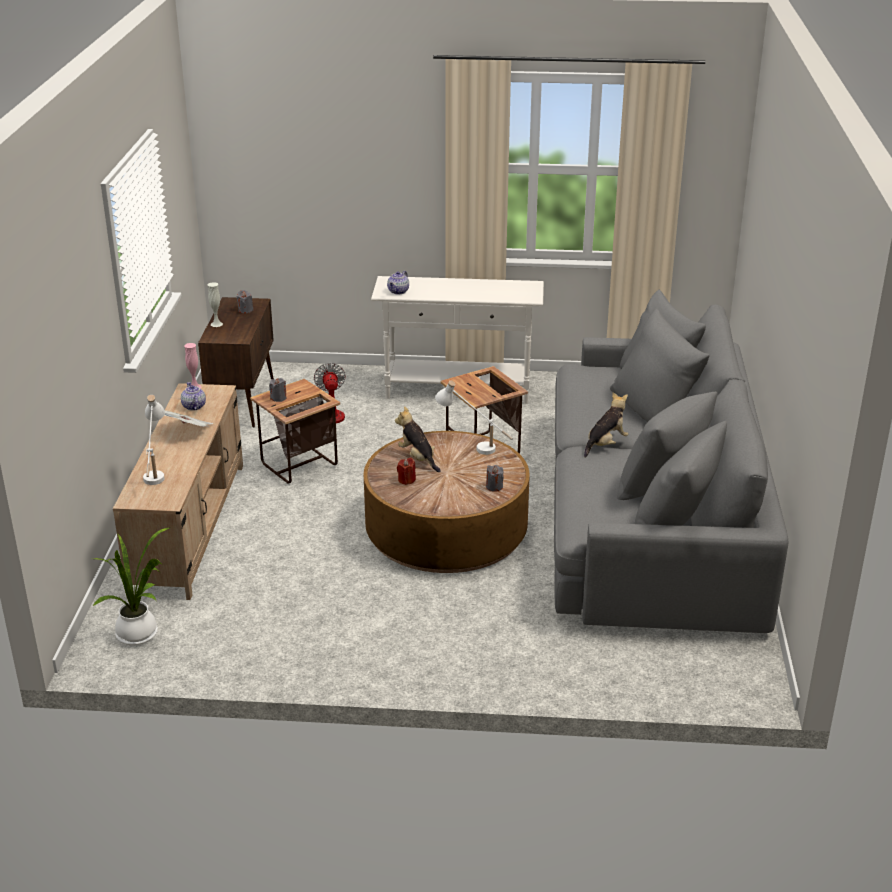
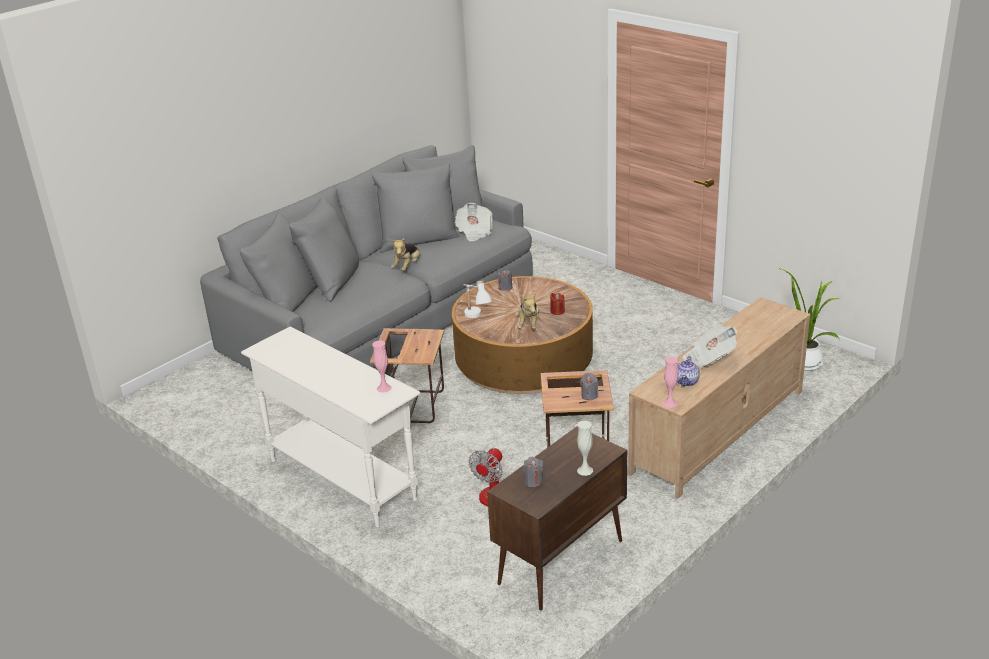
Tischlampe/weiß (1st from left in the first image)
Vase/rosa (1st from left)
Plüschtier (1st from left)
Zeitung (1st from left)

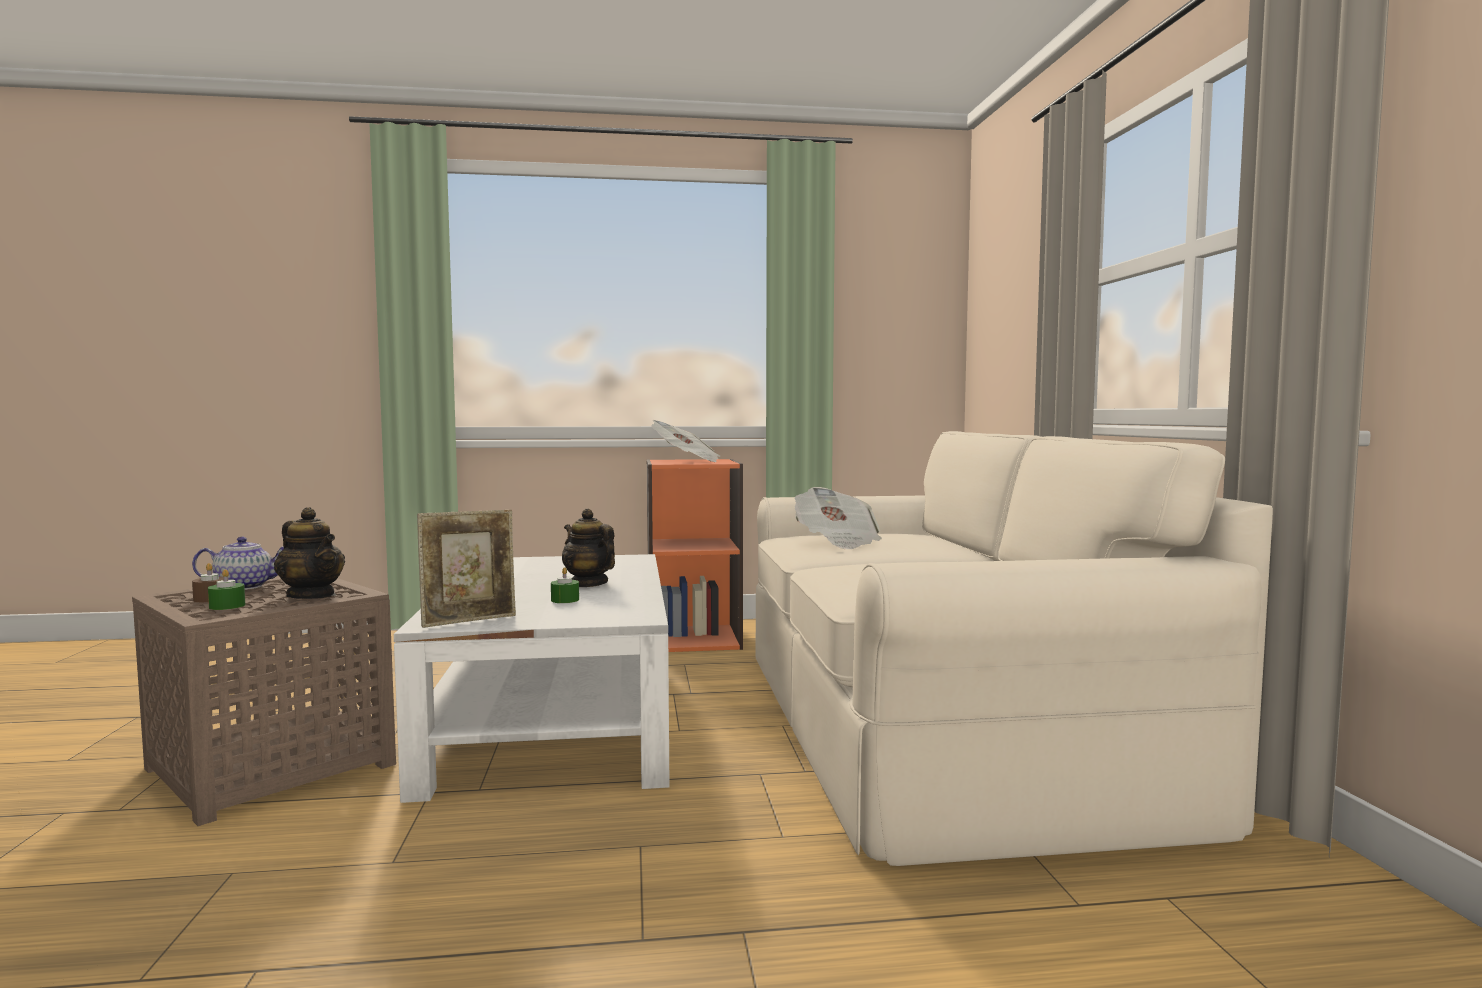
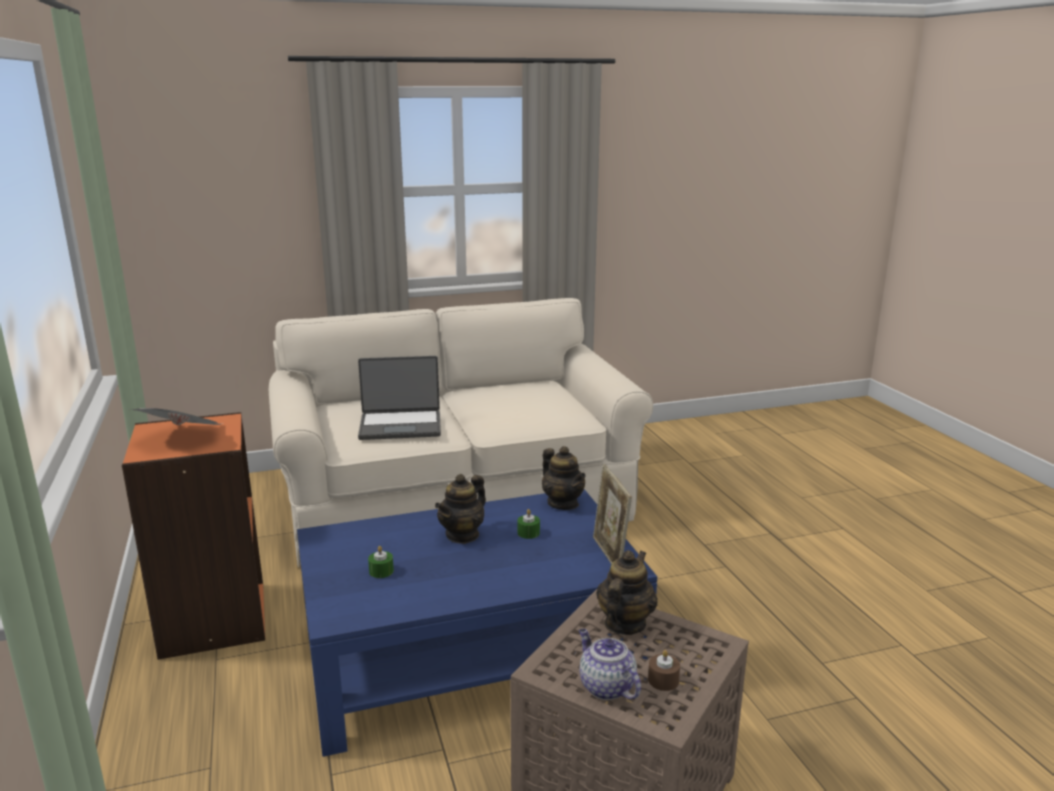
Kerze/grün (1st from left)
Couchtisch/blau
Bilderrahmen
Laptop
Teekanne (2nd from left)

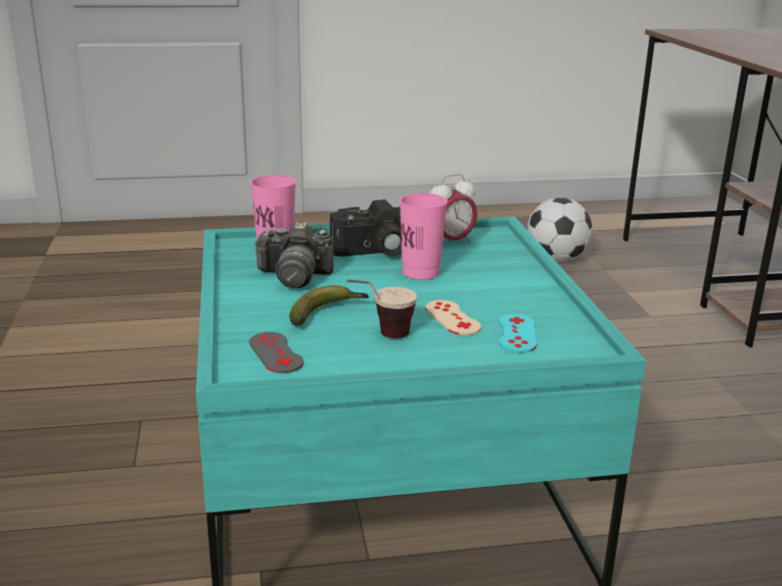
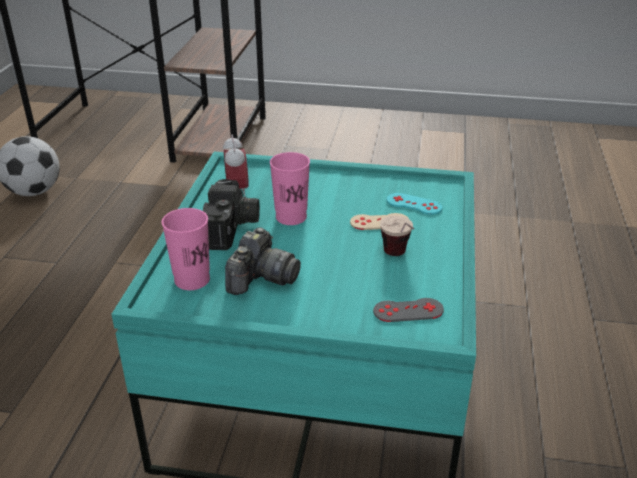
Banane

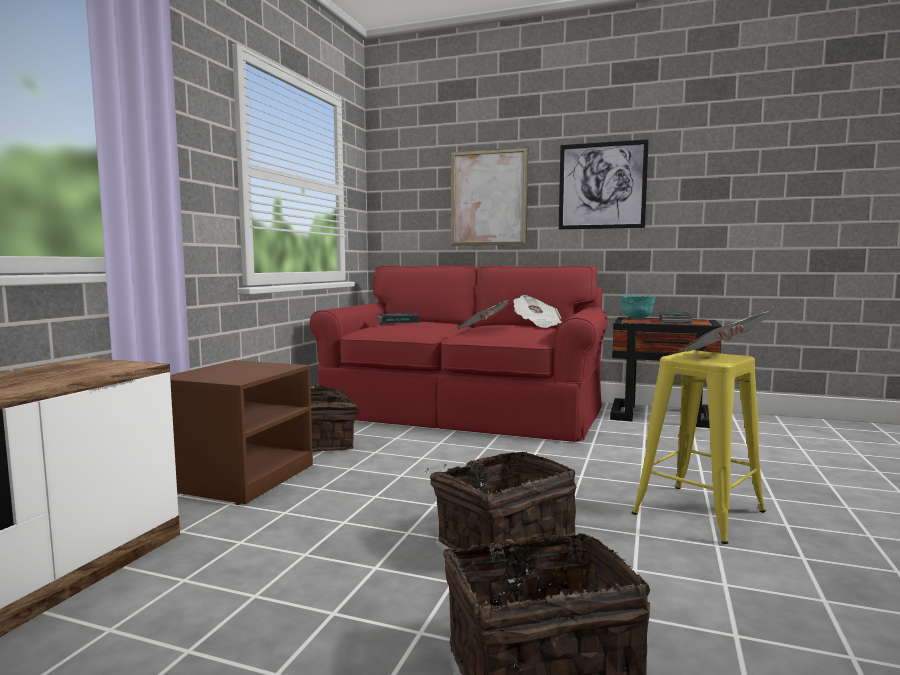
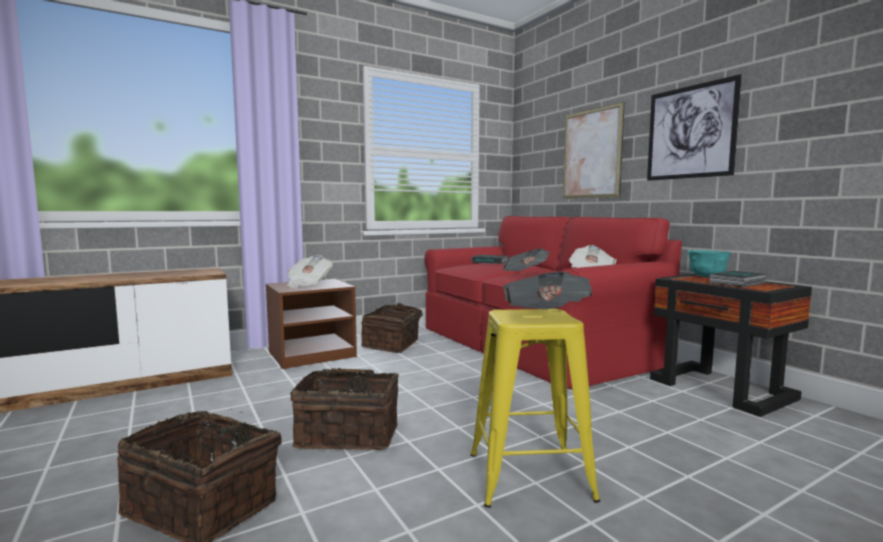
Zeitung (1st from left)

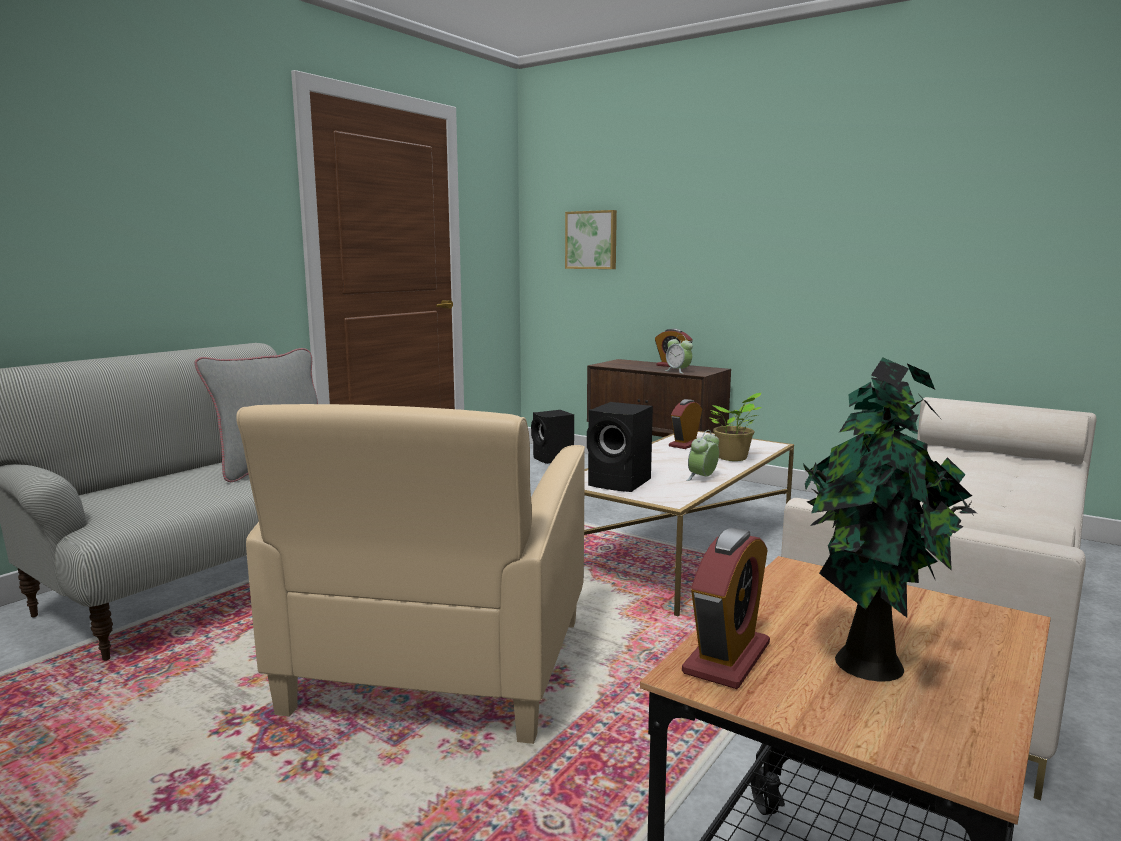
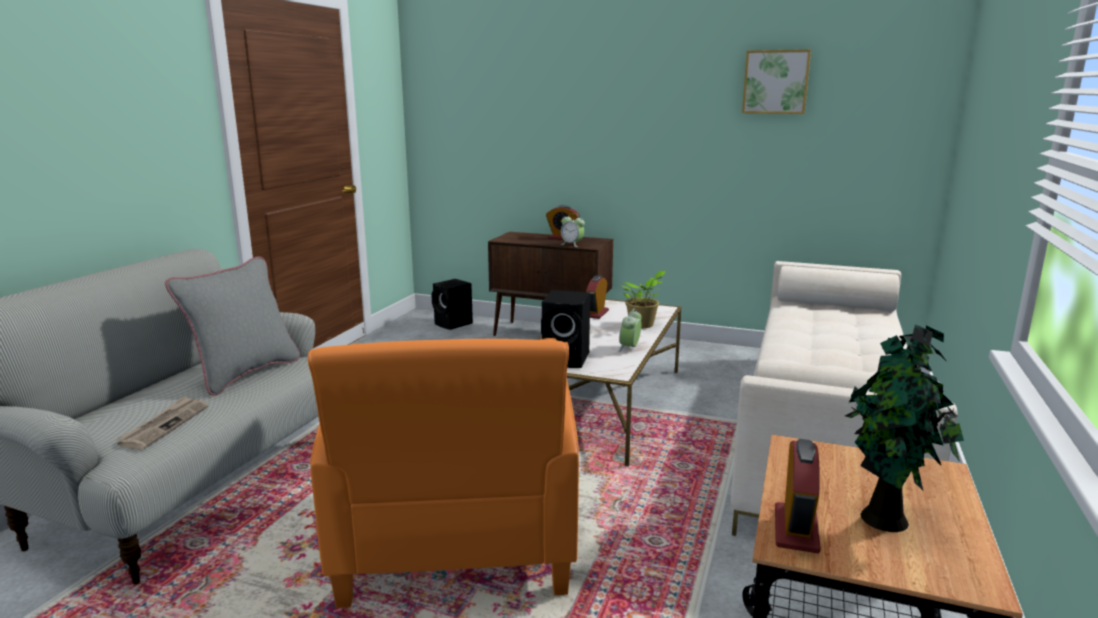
Sessel/orange
Bild
Zeitung

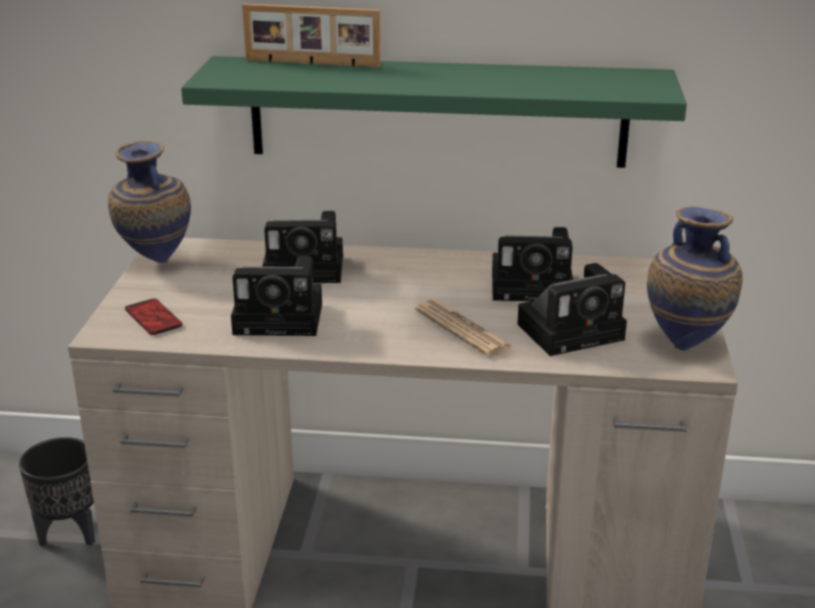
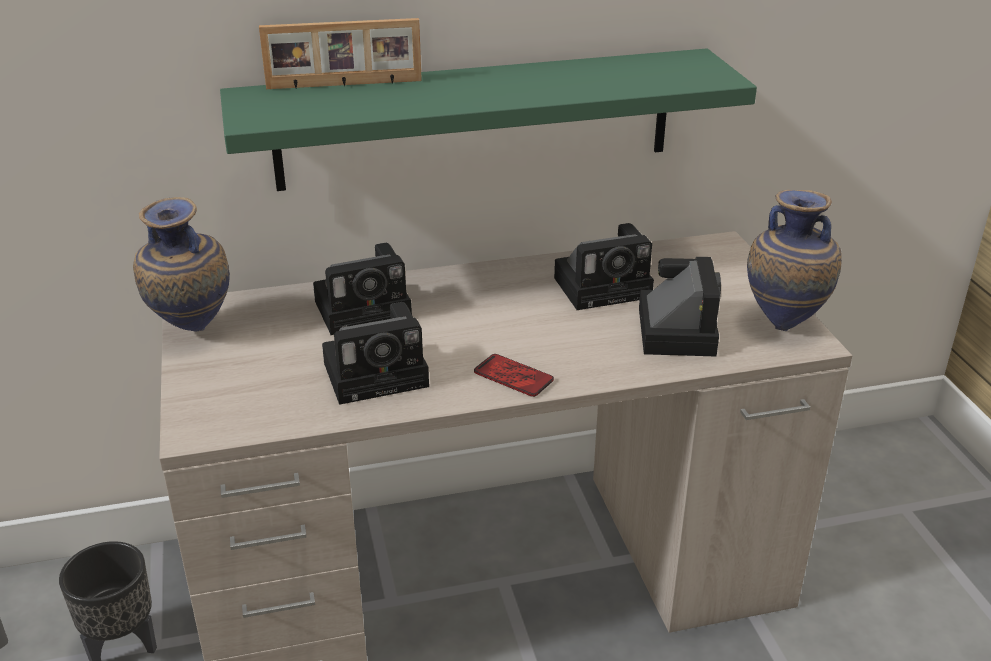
Handy
Zeitung
Kamera (4th from left)

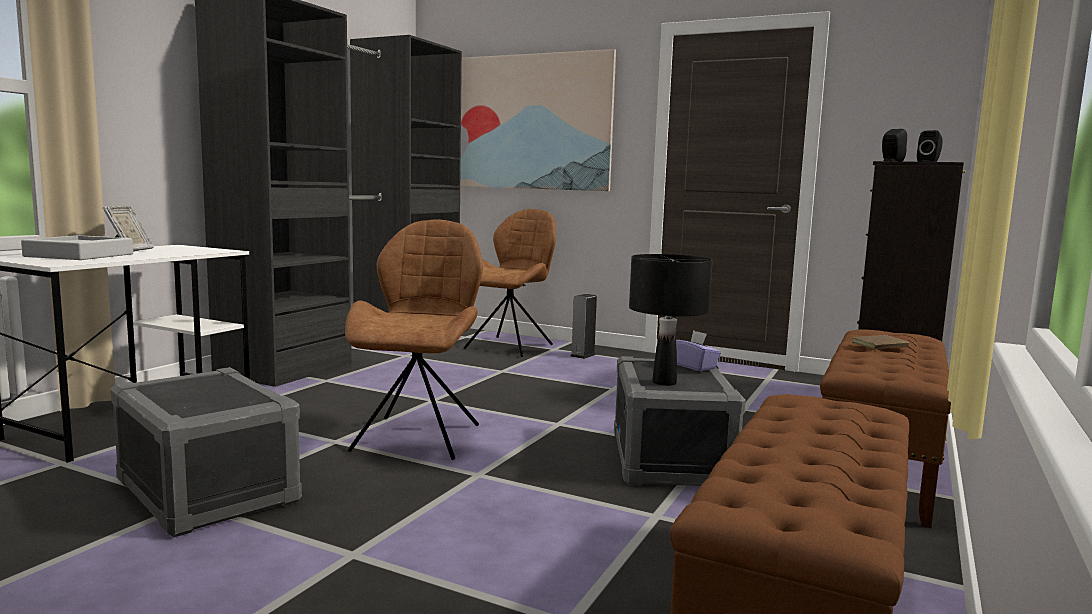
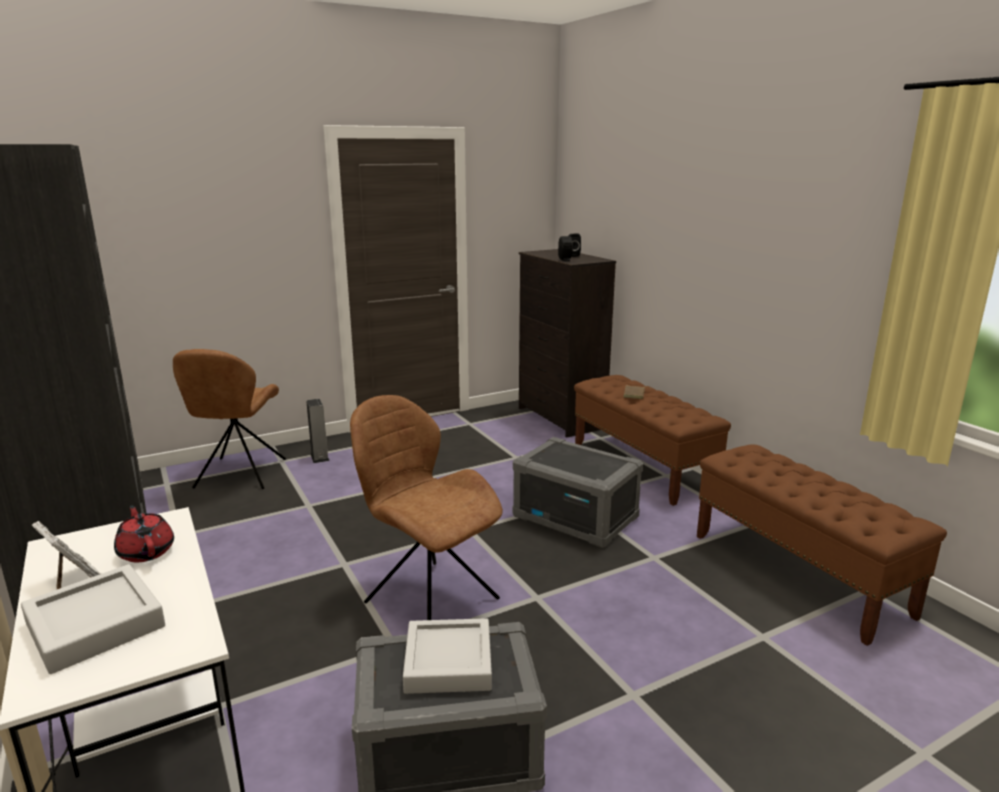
Bild
Stuhl/braun (1st from left)
Tischlampe/schwarz
Taschentuchbox/lila
Teekanne/rot
Tablett/grau (2nd from left)

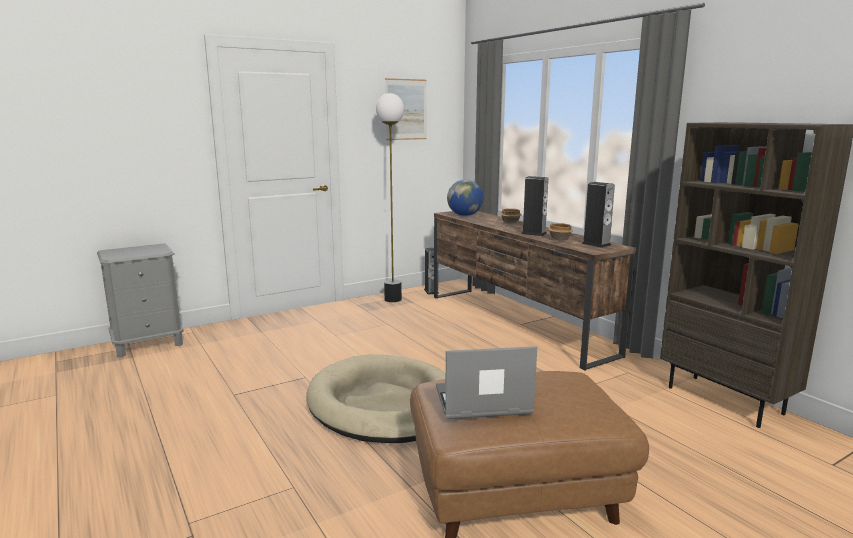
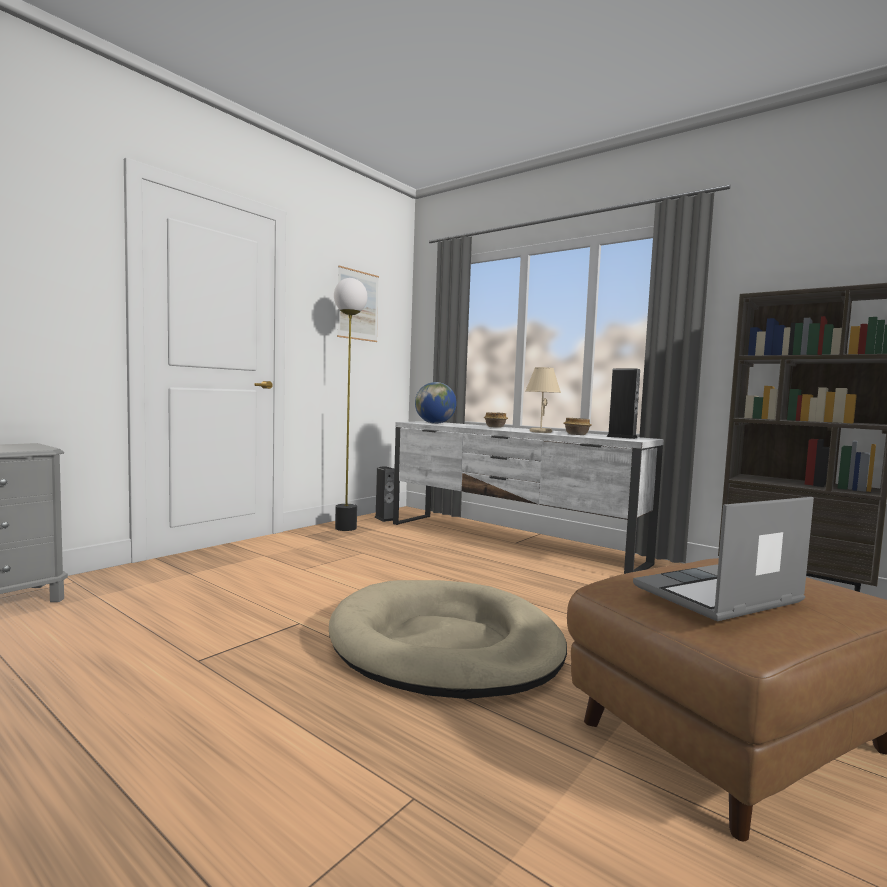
Fernsehschrank/weiß
Tischlampe/beige

